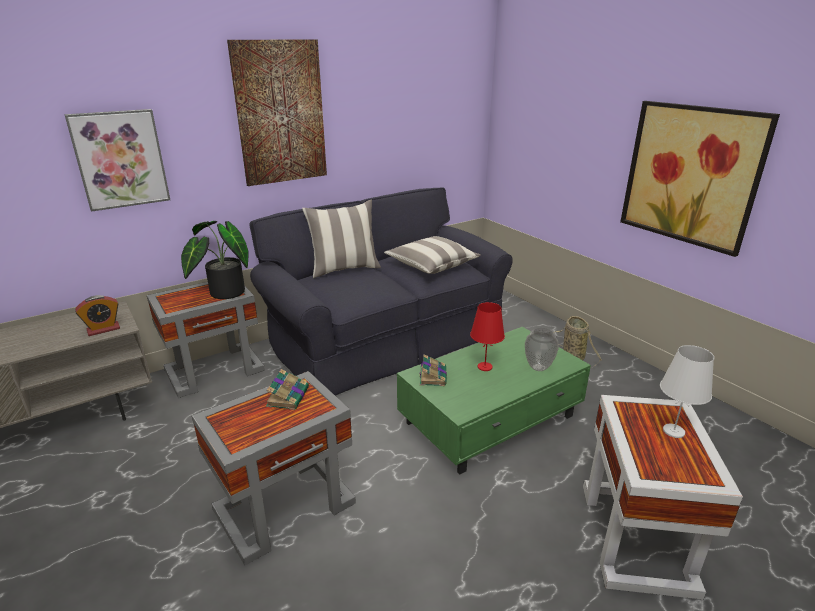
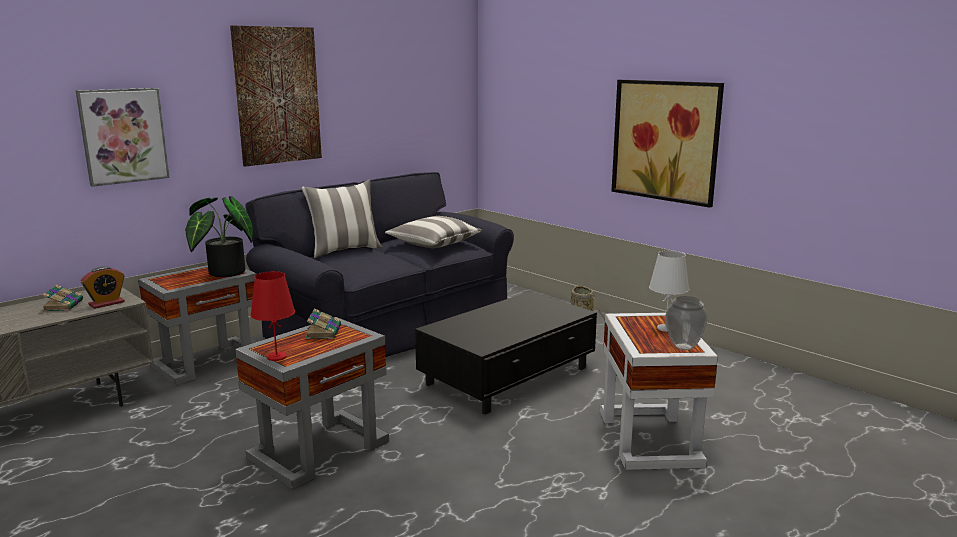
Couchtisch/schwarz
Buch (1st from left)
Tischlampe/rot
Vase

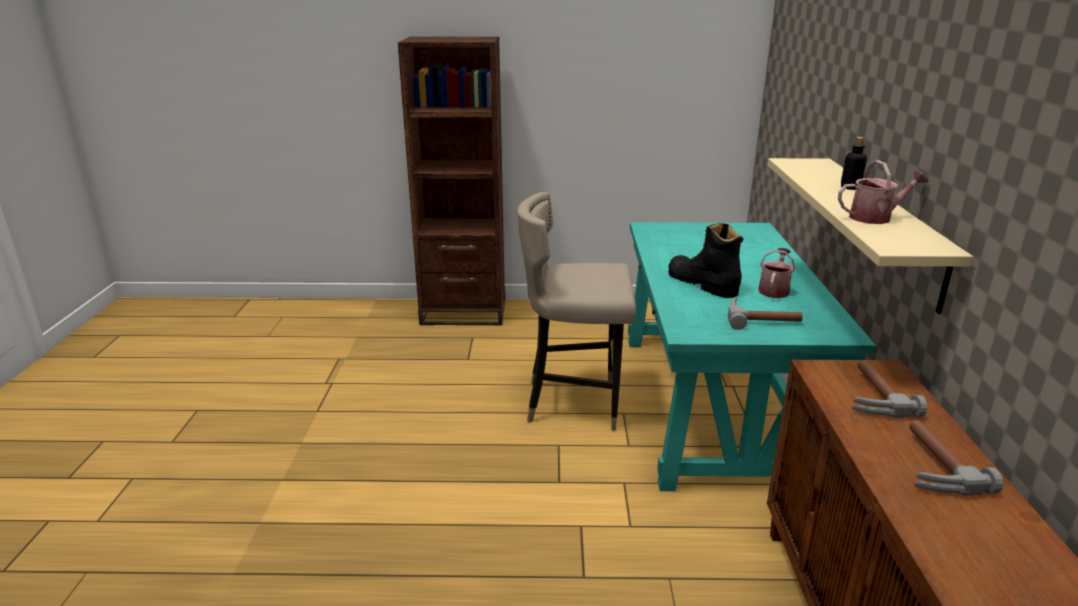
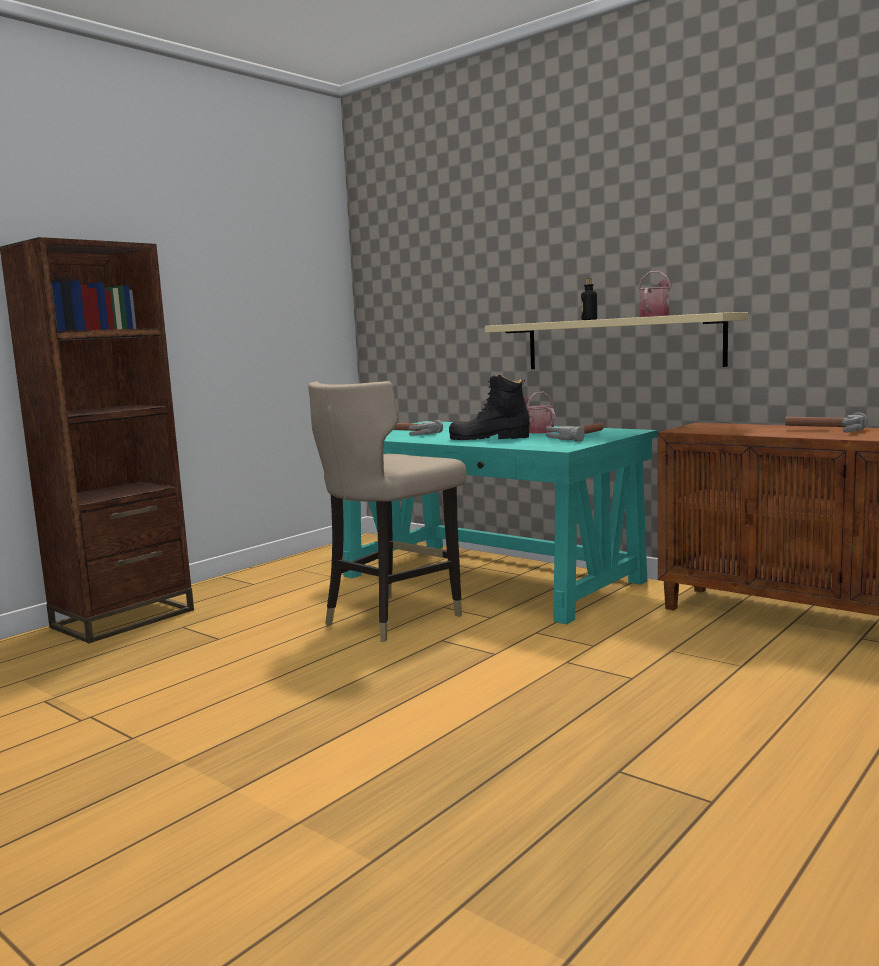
Hammer (1st from left)

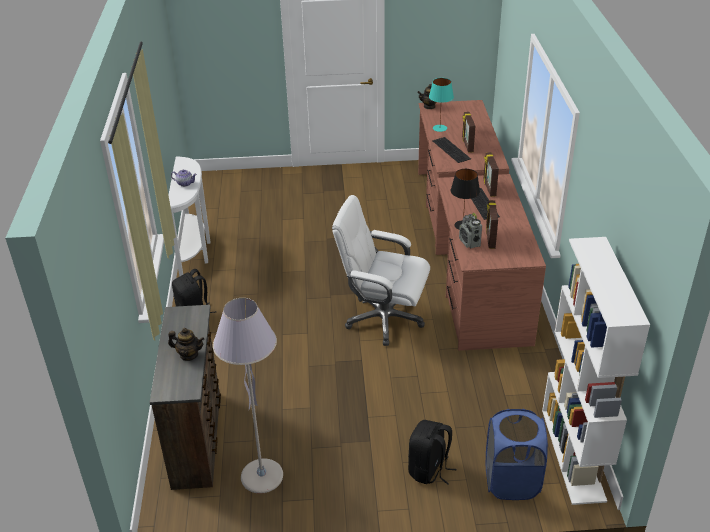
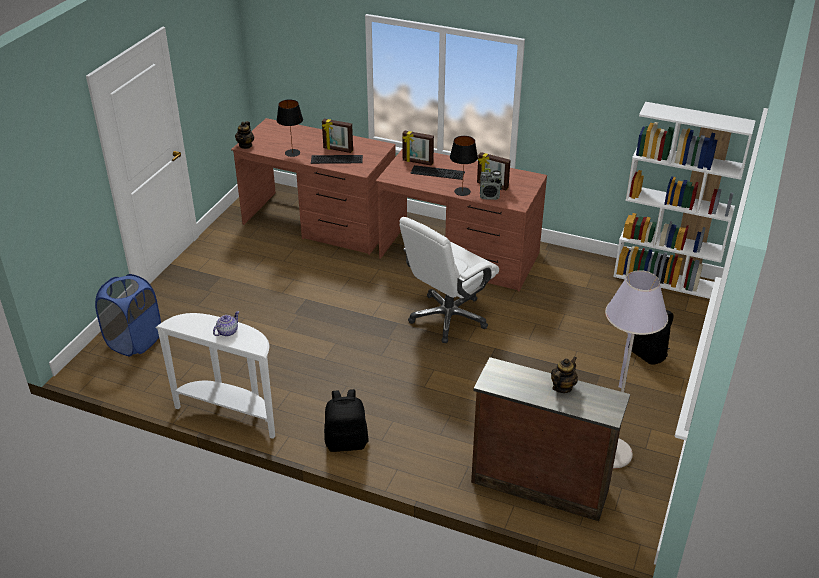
Tischlampe/schwarz (1st from left)
Wäschekorb/blau

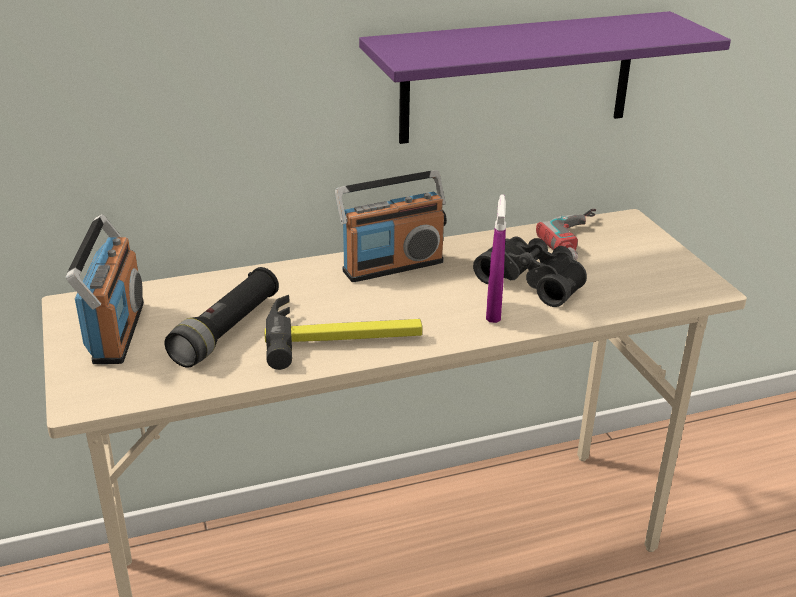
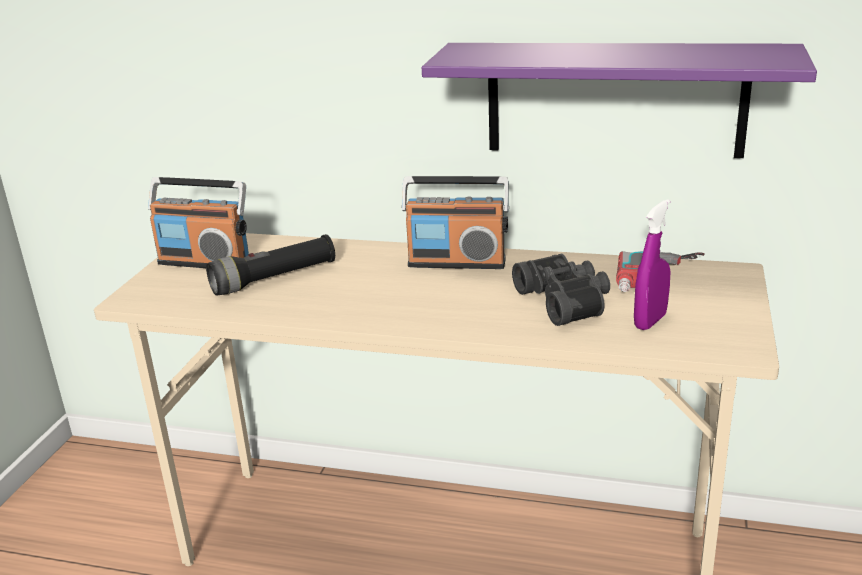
Radio (1st from left)
Hammer
Sprühflasche/lila

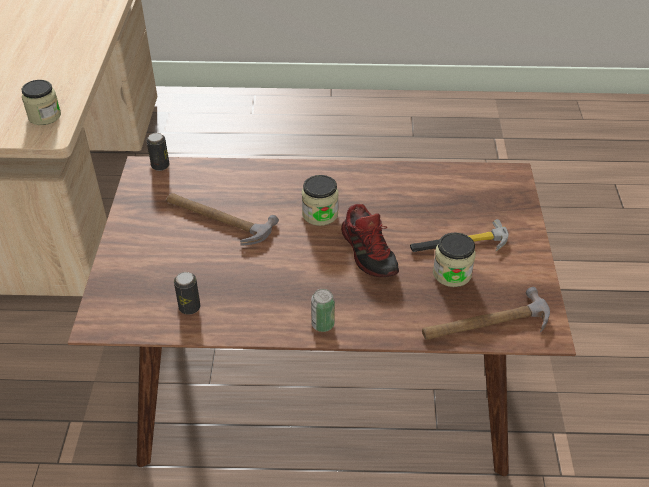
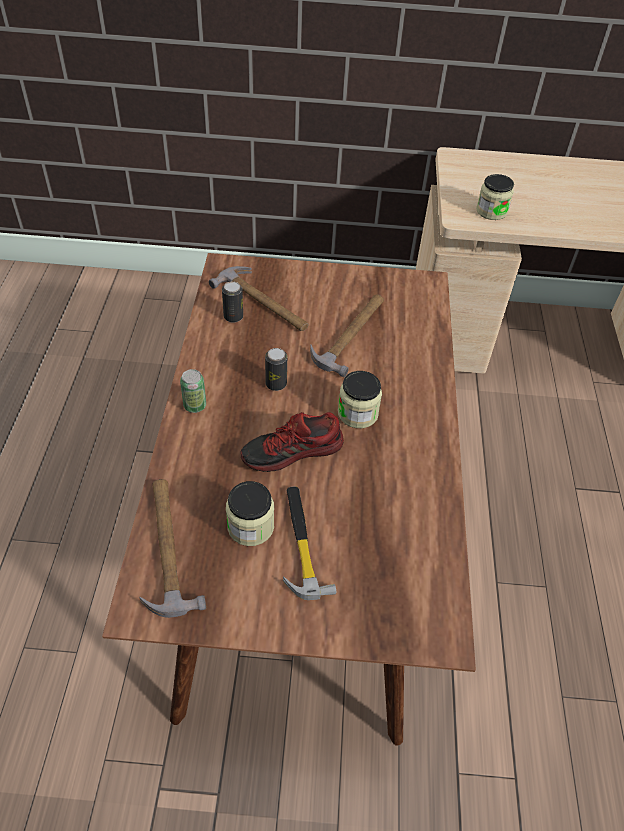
Dose (3rd from left)
Hammer (2nd from left)

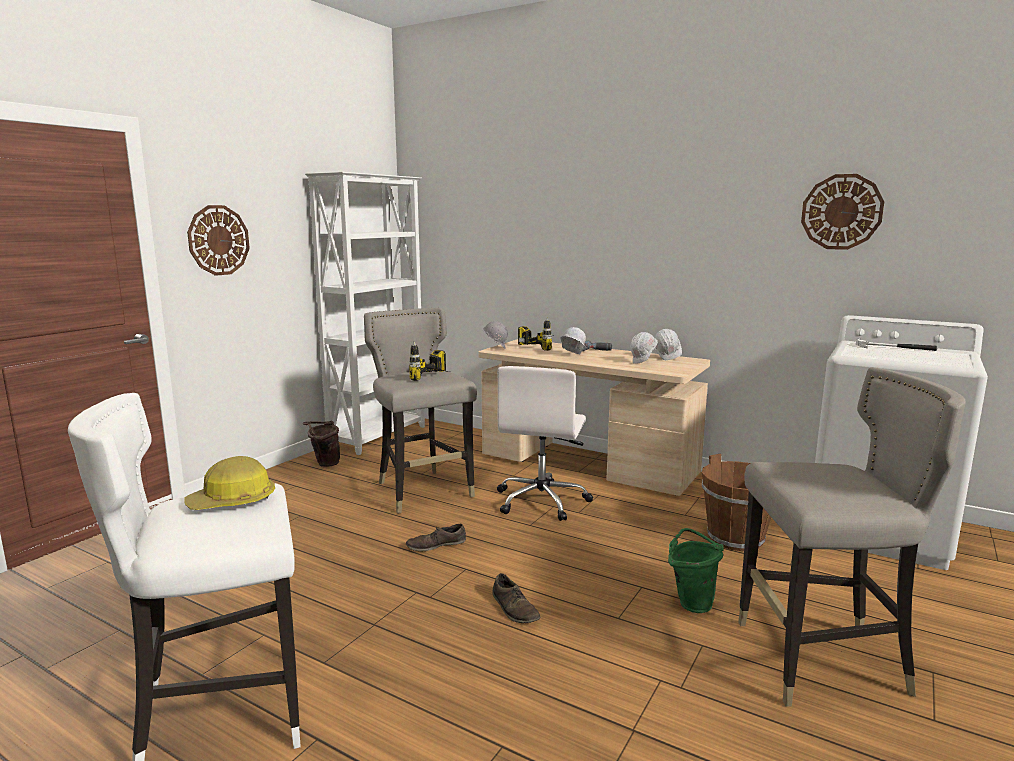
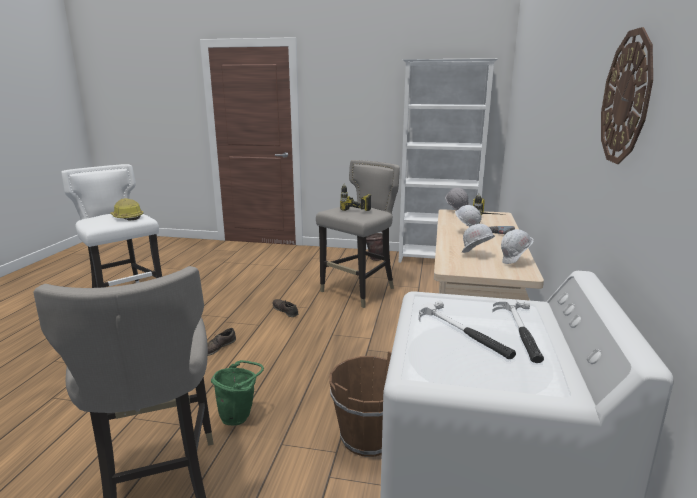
Wanduhr (1st from left in the first image)
Bürostuhl/weiß
Hammer (1st from left)

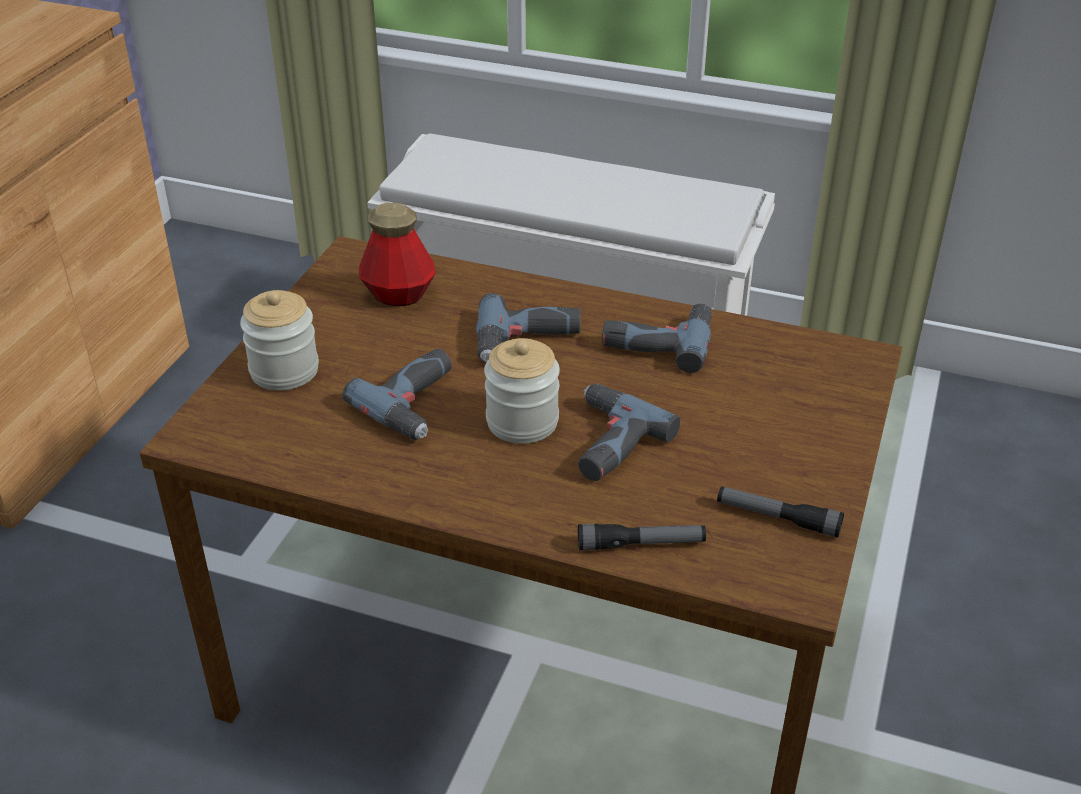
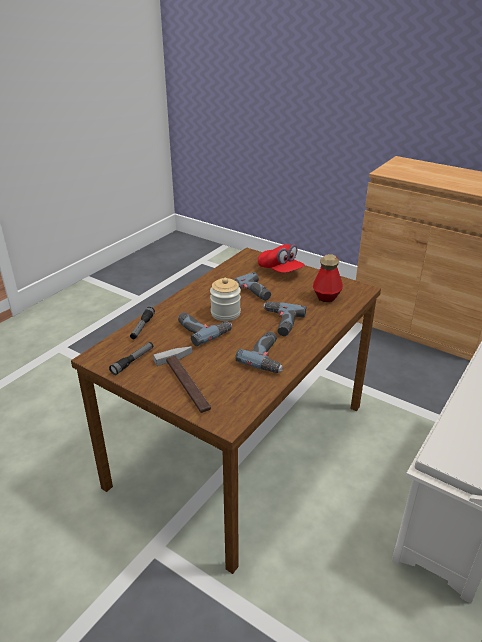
Kappe/rot
Hammer

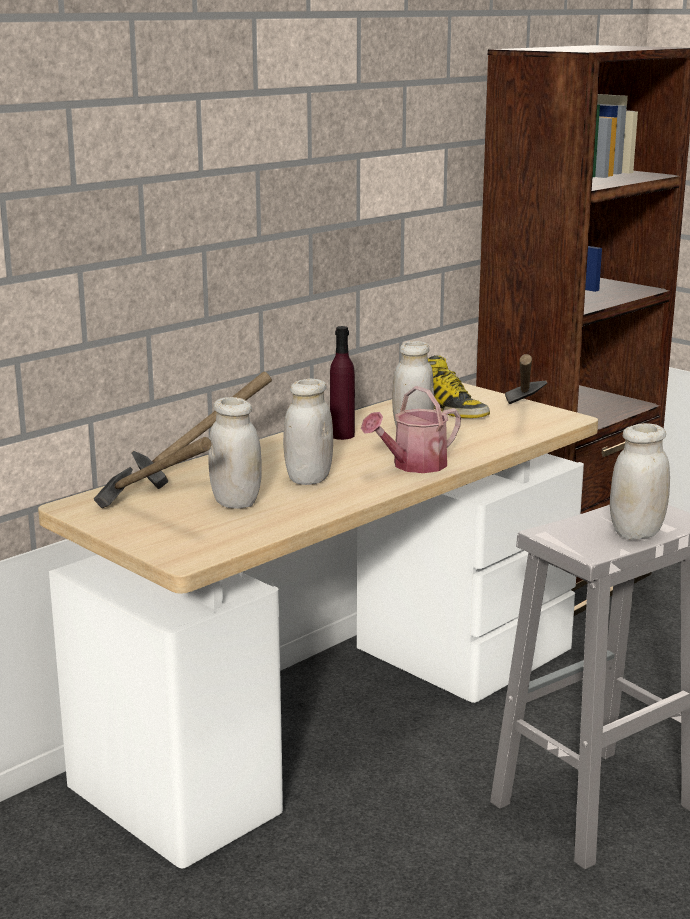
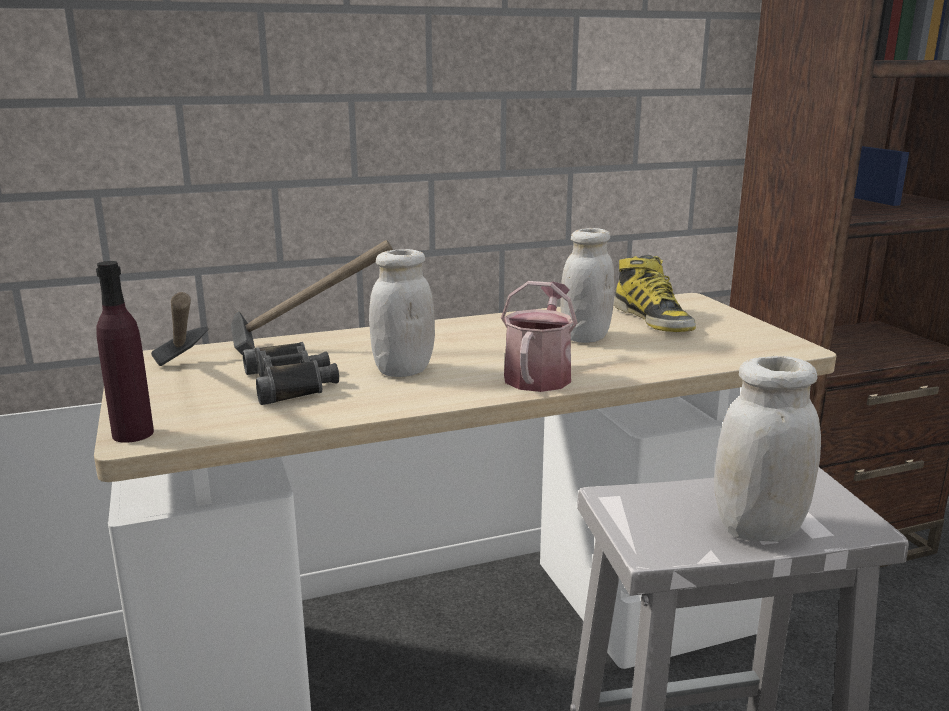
Fernglas/schwarz
Flasche/lila
Gießkanne
Hammer (3rd from left in the first image)

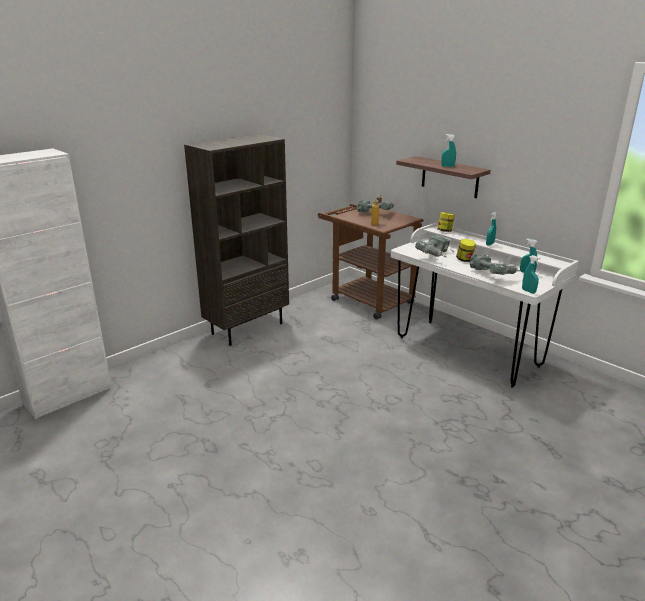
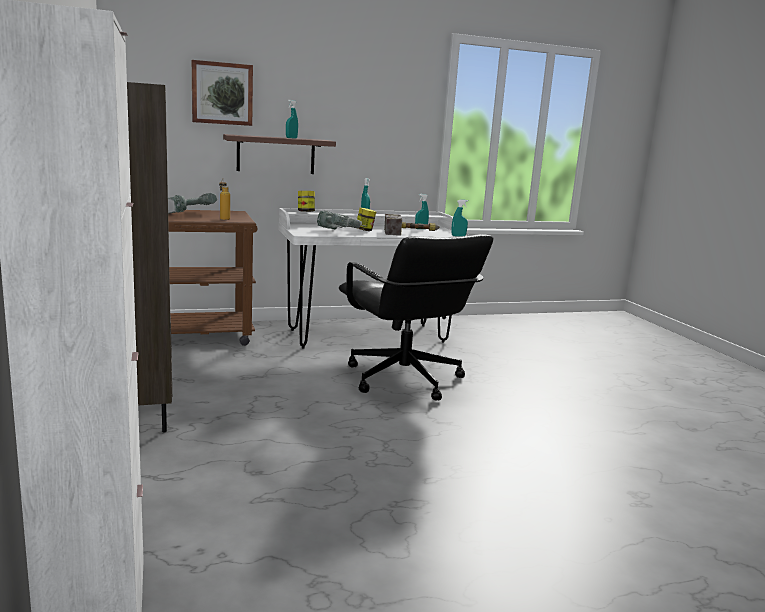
Hammer
Bild
Bürostuhl/schwarz

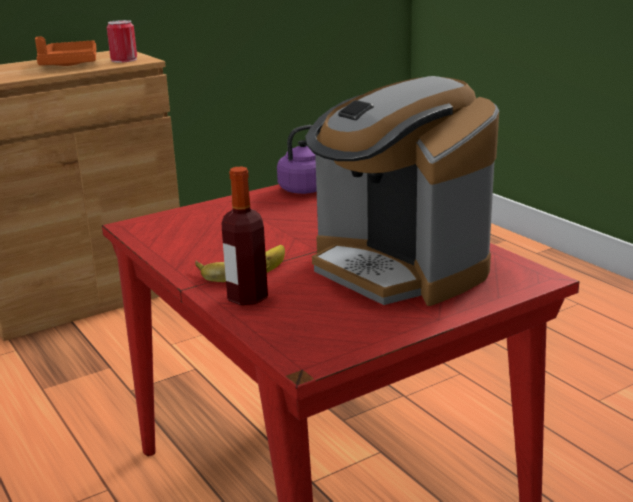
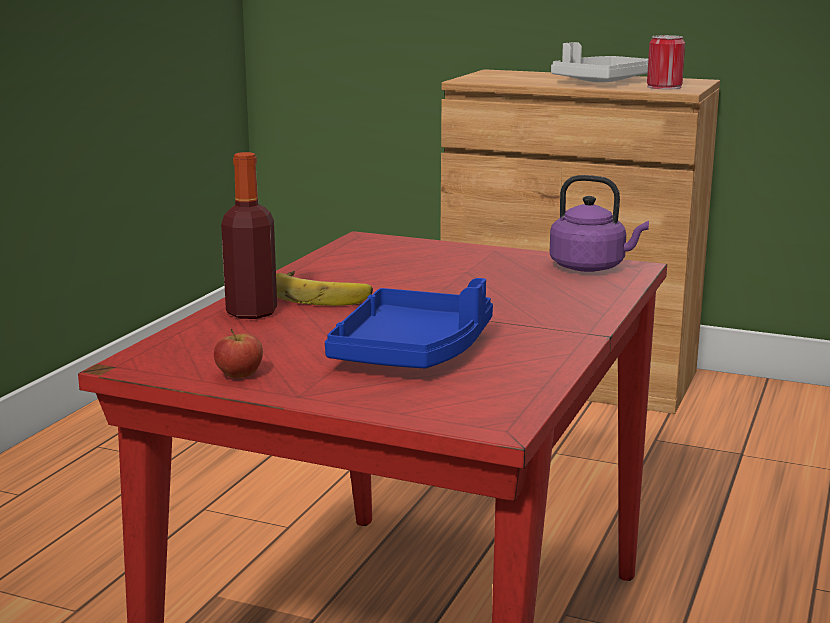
Tablett/weiß
Tablett/blau
Apfel

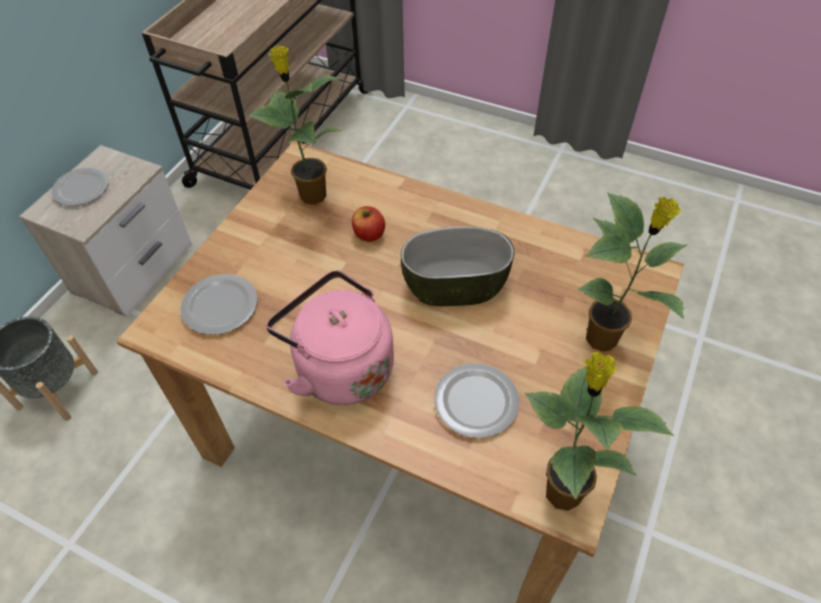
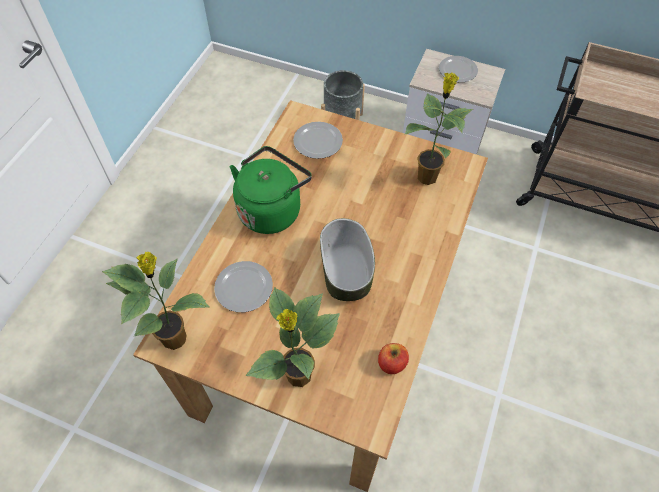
Wasserkessel/grün
Apfel

